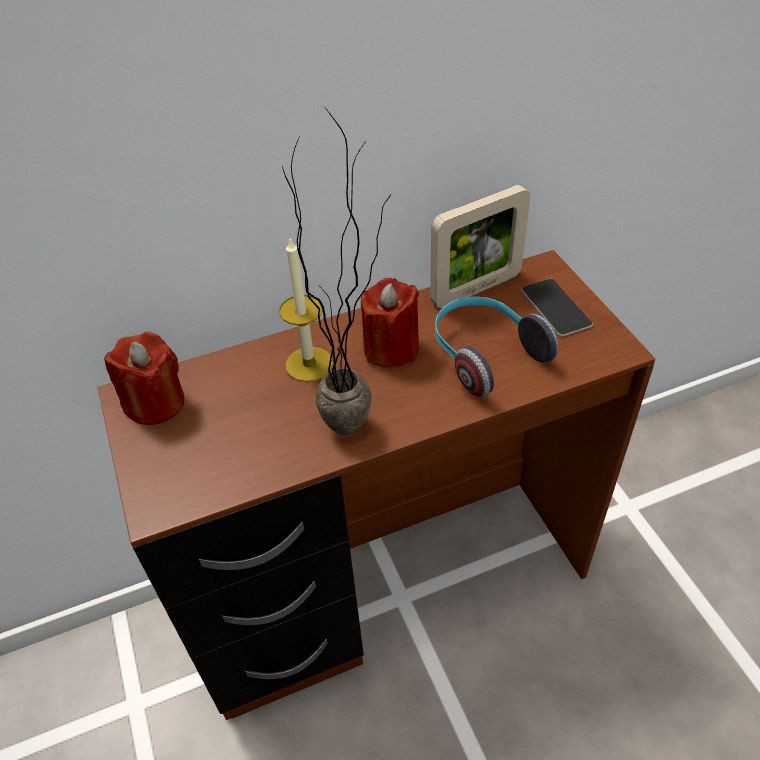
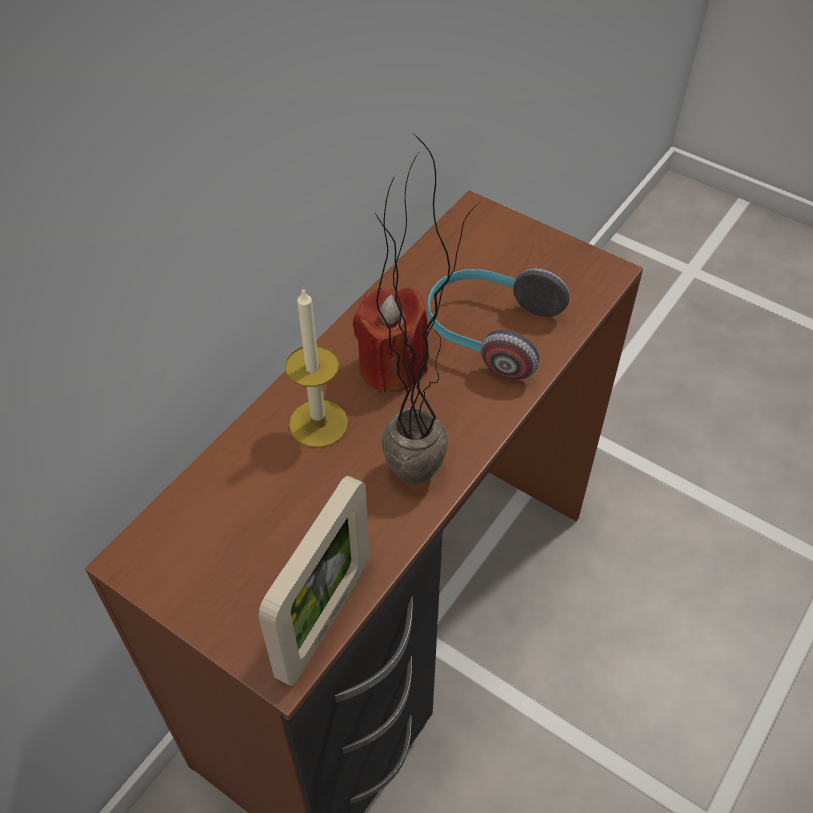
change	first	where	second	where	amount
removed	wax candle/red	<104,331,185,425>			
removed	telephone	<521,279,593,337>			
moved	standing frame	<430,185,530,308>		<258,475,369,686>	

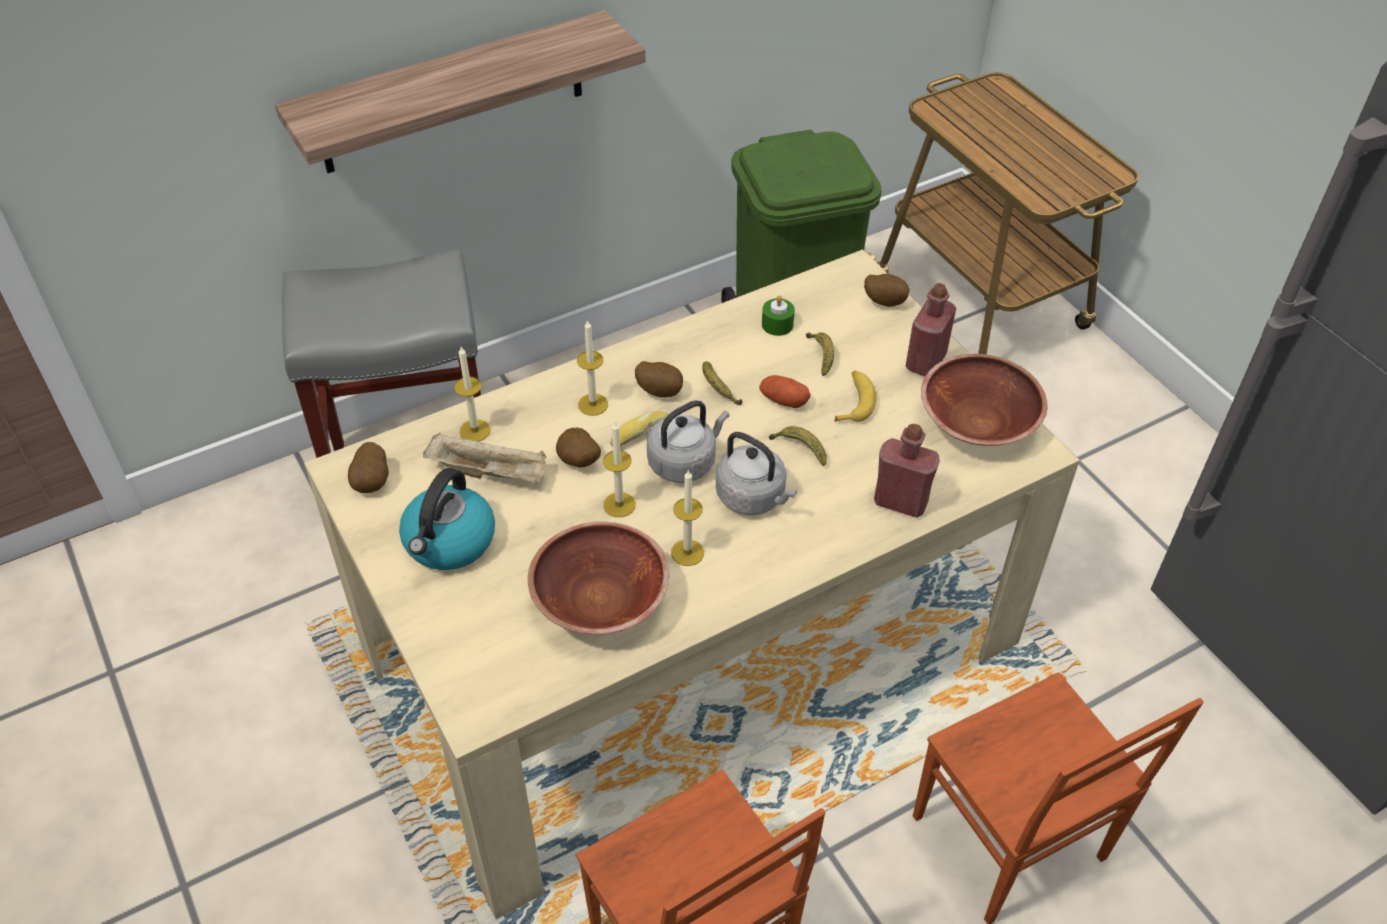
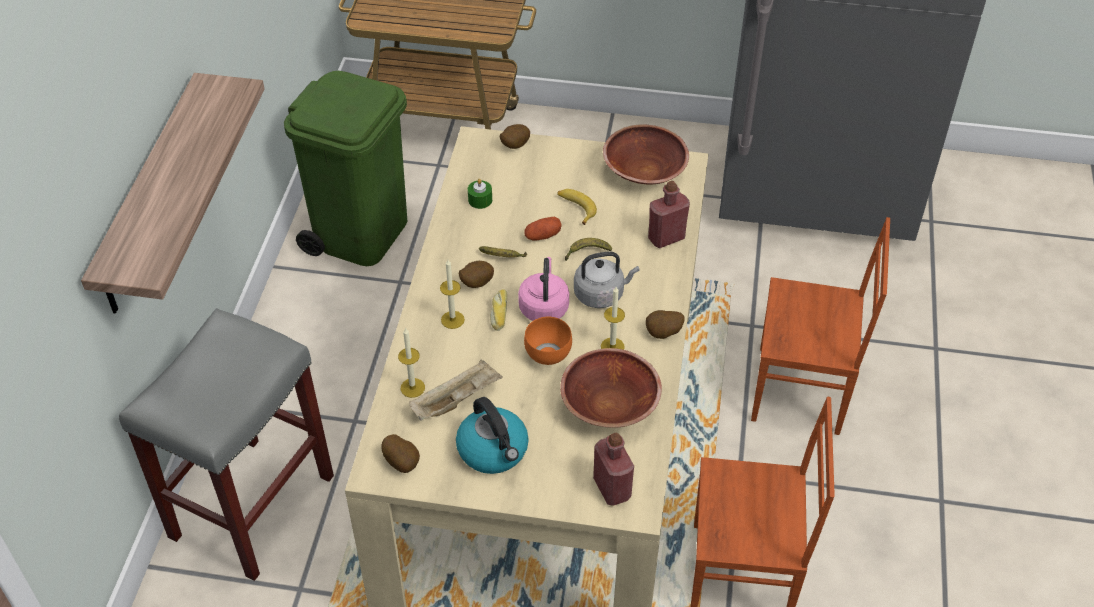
change	first	where	second	where	amount
removed	banana	<806,332,834,376>			
moved	potato	<556,428,601,467>		<646,310,685,339>	
moved	bottle/red	<905,283,956,376>		<593,433,634,505>	
replaced	wax candle	<603,421,636,517>	serving bowl/orange-coloured	<524,317,572,365>	
recoloured	kettle/greyish	<647,400,730,483>	kettle/pink-coloured	<518,257,569,321>	

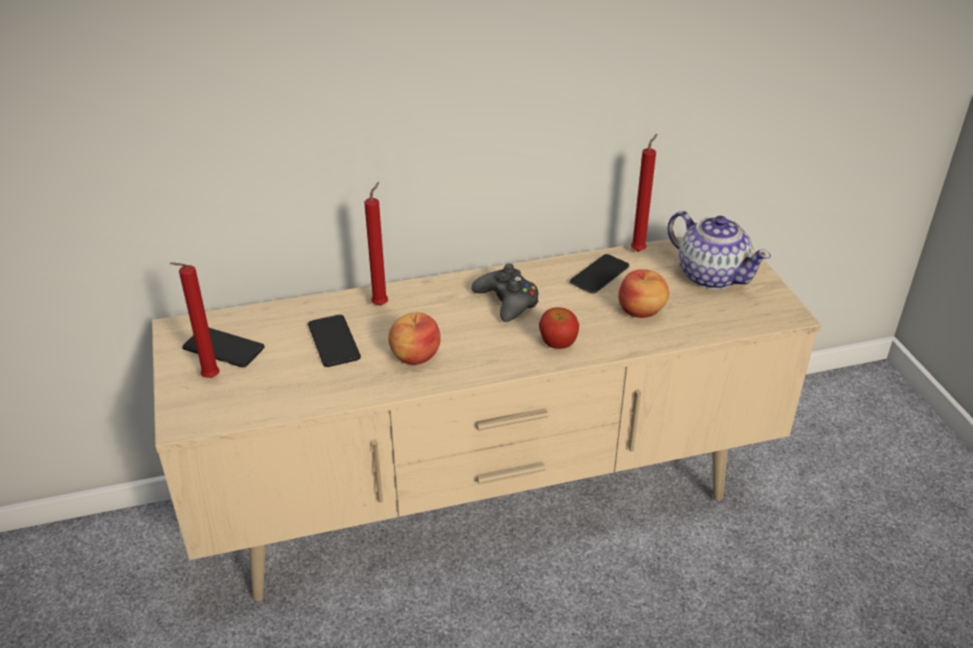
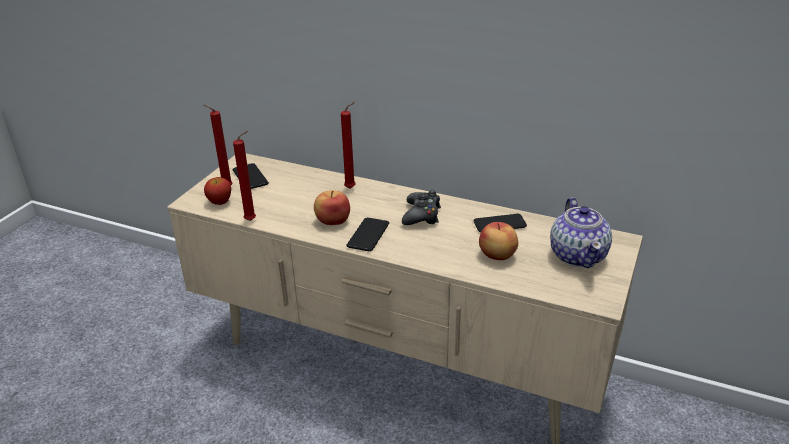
change	first	where	second	where	amount
moved	telephone	<308,315,361,367>		<347,218,389,251>	
moved	apple fruit	<539,307,579,349>		<204,177,231,205>	
moved	wax candle/red	<631,134,658,252>		<233,131,256,221>	

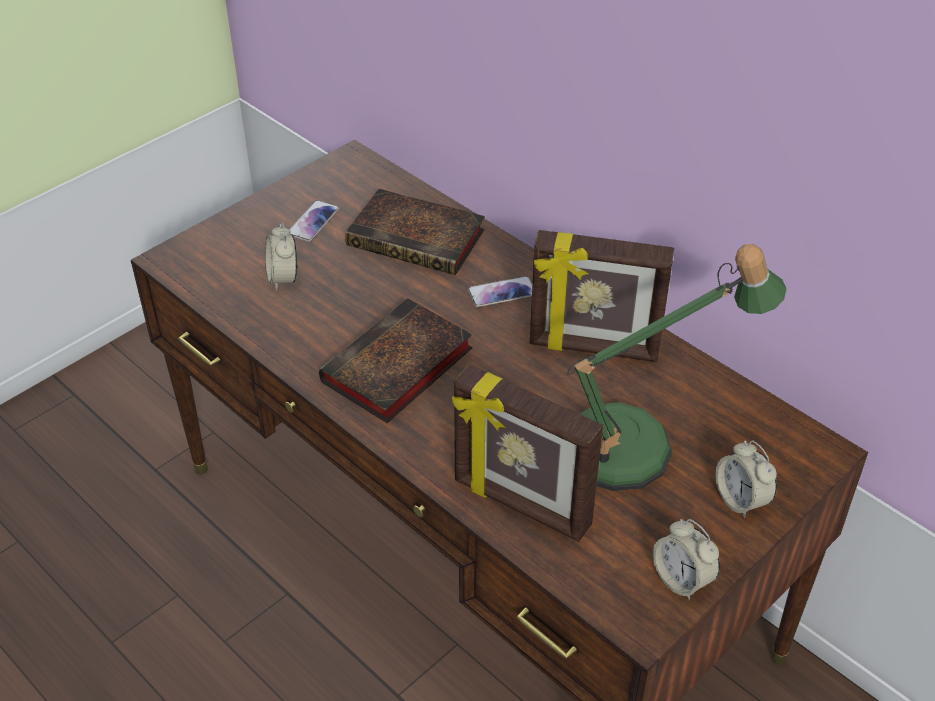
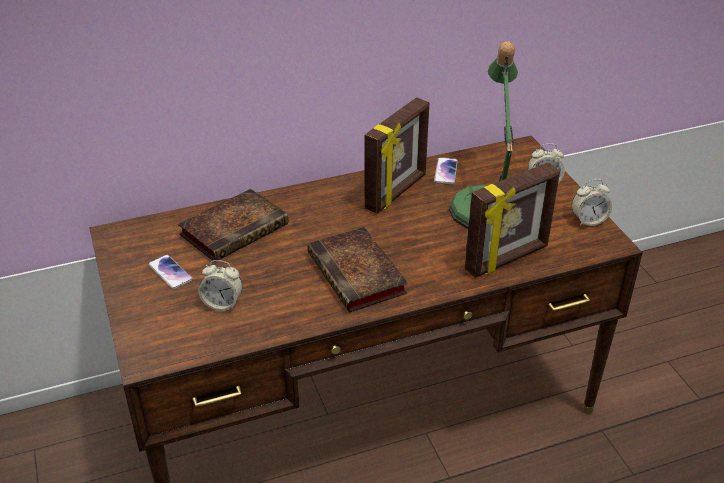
change	first	where	second	where	amount
moved	telephone	<468,276,532,307>		<434,157,458,185>	

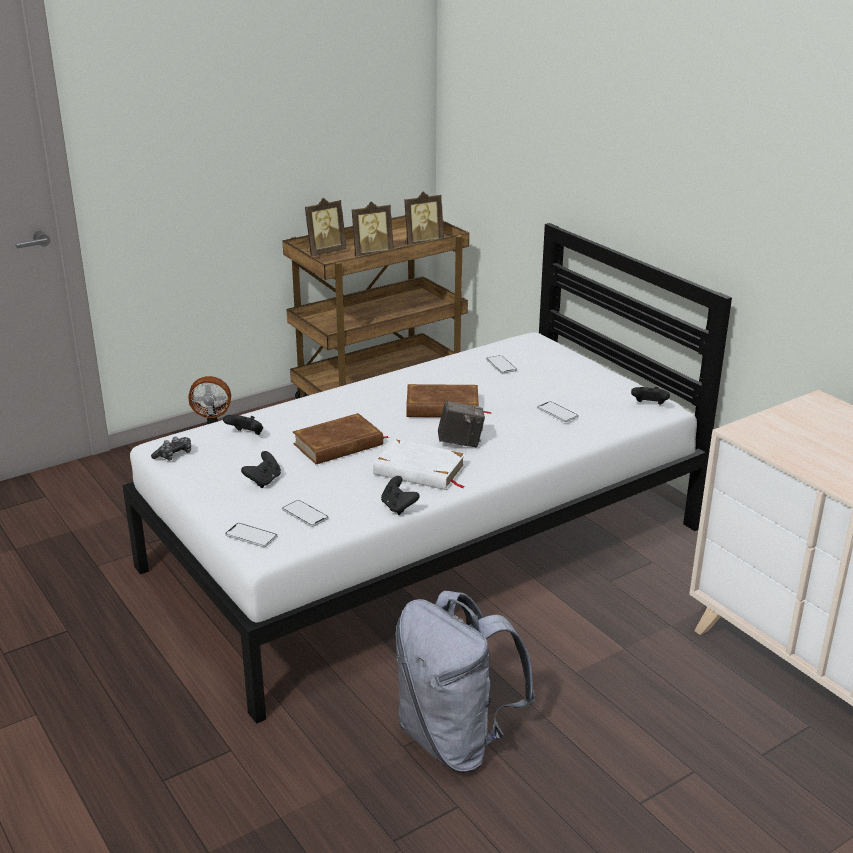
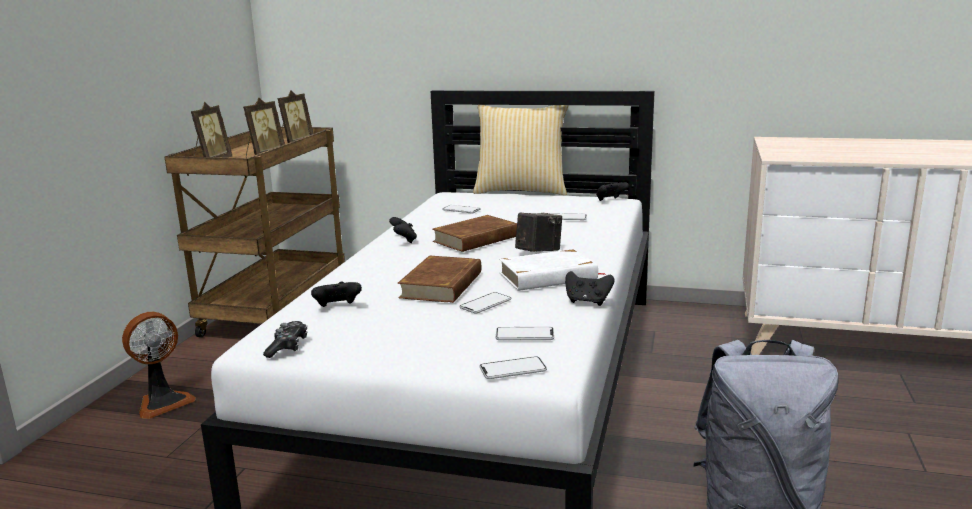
change	first	where	second	where	amount
added			telephone	<459,292,511,313>	
added			throw pillow	<473,105,568,195>	
moved	gamepad/blackish	<241,451,281,488>		<389,217,417,243>	

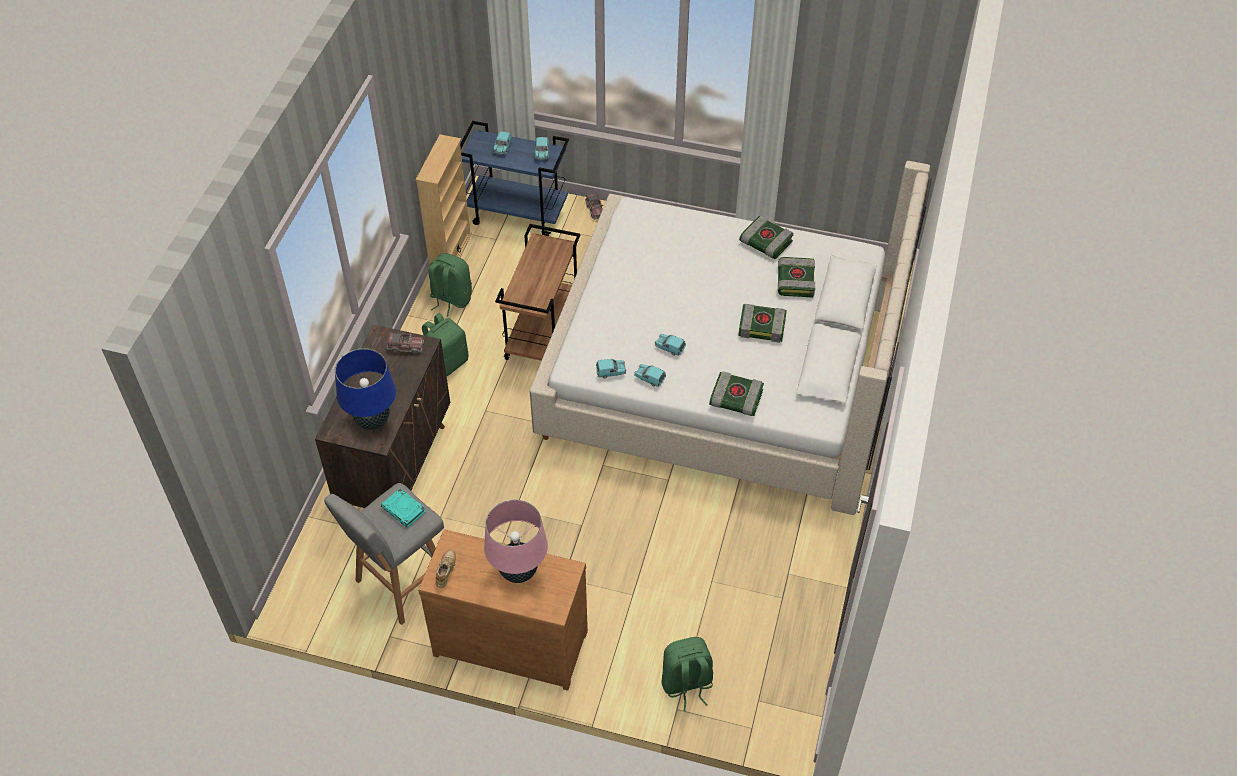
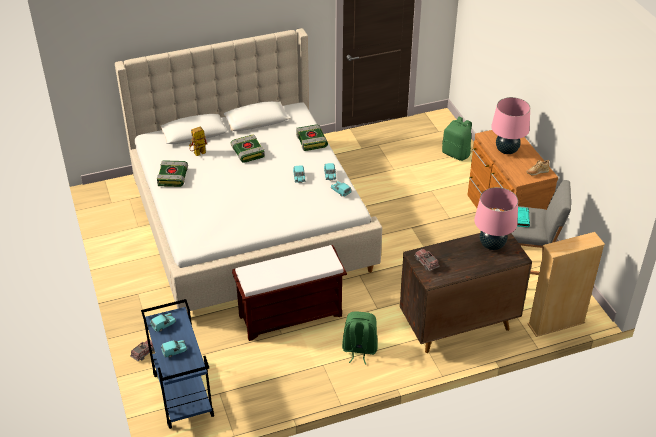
change	first	where	second	where	amount
removed	knapsack/greenish	<428,253,472,317>			
moved	bookcase/sand-coloured	<416,134,472,266>		<527,232,605,337>	
replaced	cart/brown	<495,224,580,361>	indoor bench/brown	<232,245,347,341>	
replaced	book	<778,257,815,297>	toy robot	<189,127,207,156>	
recoloured	table lamp/blue	<335,348,396,430>	table lamp/pink-coloured	<474,187,518,250>	

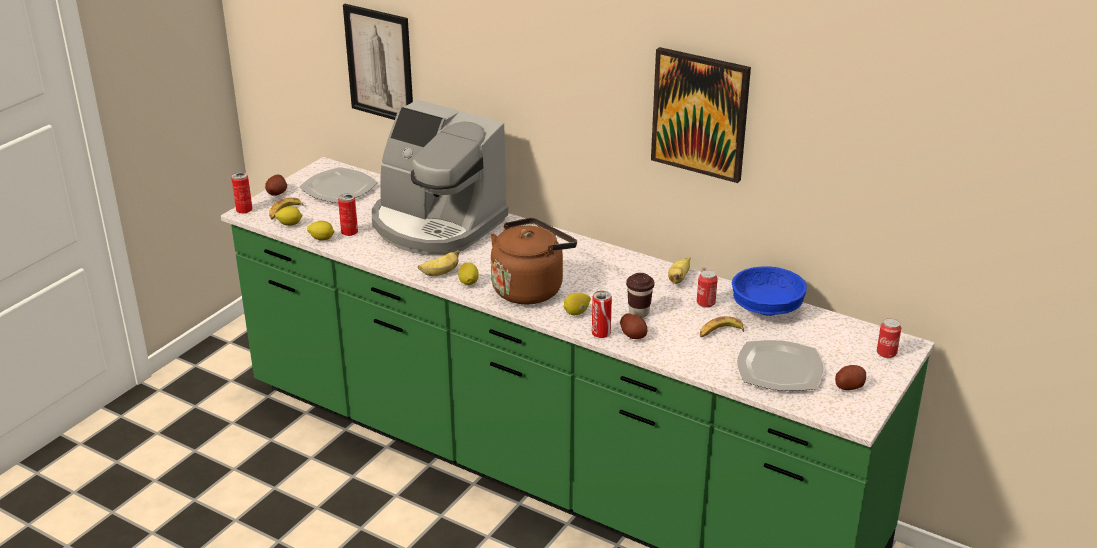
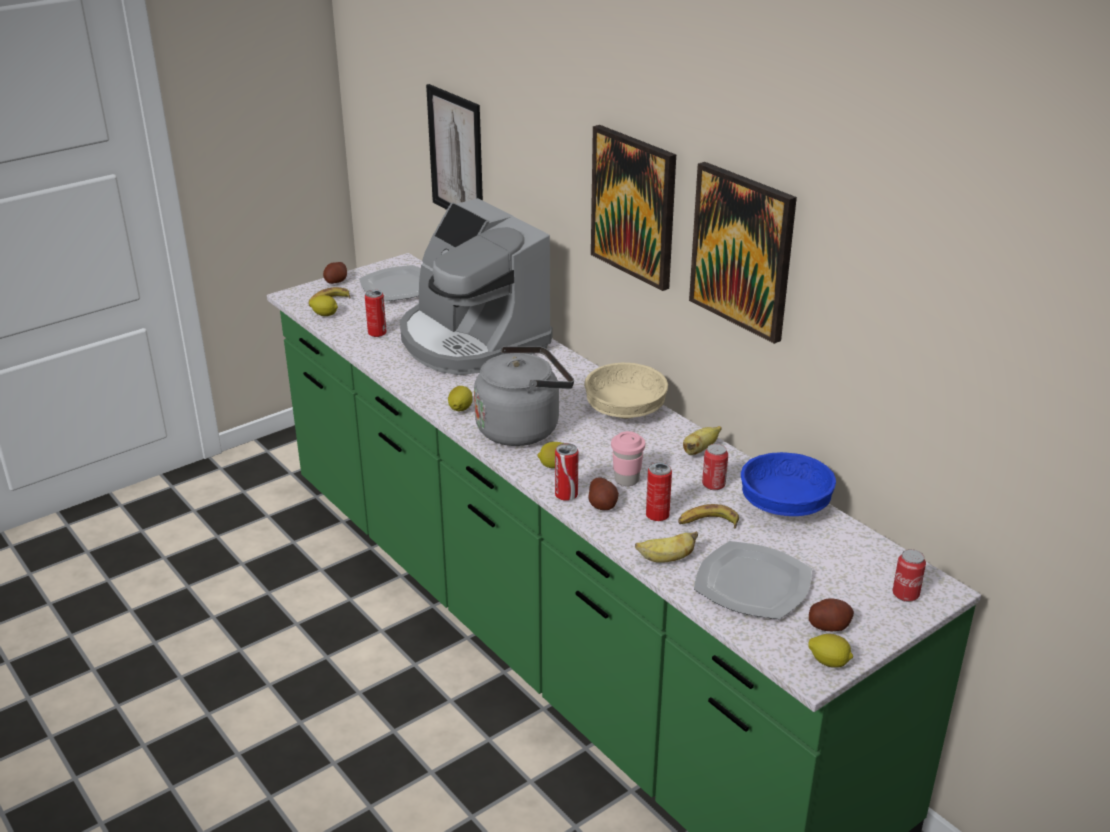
change	first	where	second	where	amount
added			serving bowl/sand-coloured	<584,363,668,419>	
added			wall art	<591,125,676,291>	
moved	metal can	<231,172,253,214>		<646,462,672,521>	
moved	whole lemon	<307,221,335,241>		<808,634,853,668>	
moved	banana	<418,250,459,276>		<635,531,698,563>	
recoloured	kettle/brown	<491,218,577,305>	kettle/greyish	<474,346,574,446>	
recoloured	cup/brown	<626,273,654,318>	cup/pink-coloured	<611,431,645,486>	

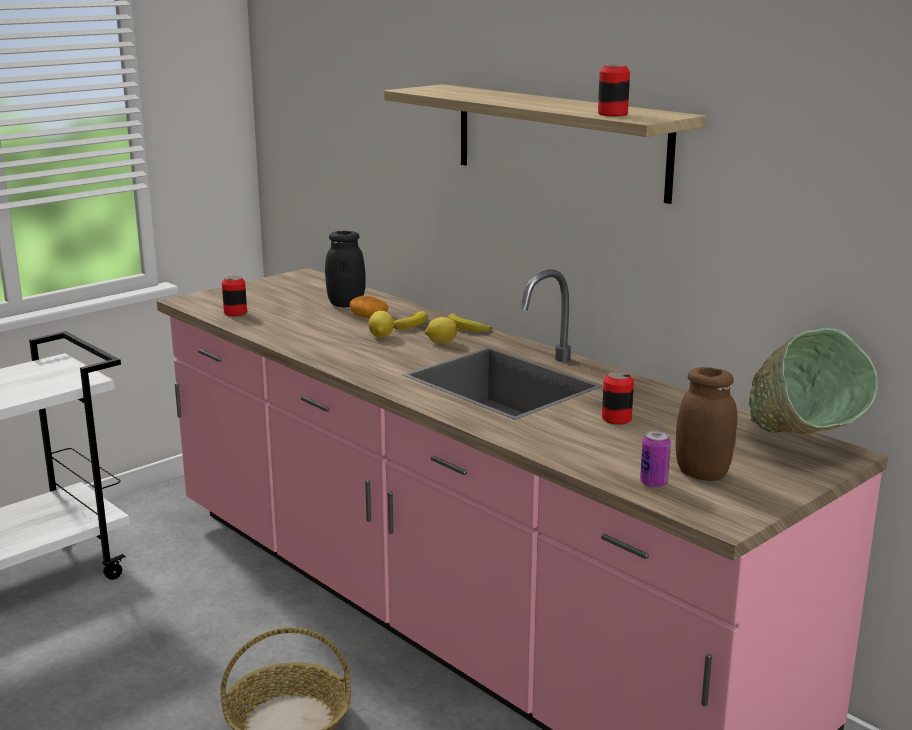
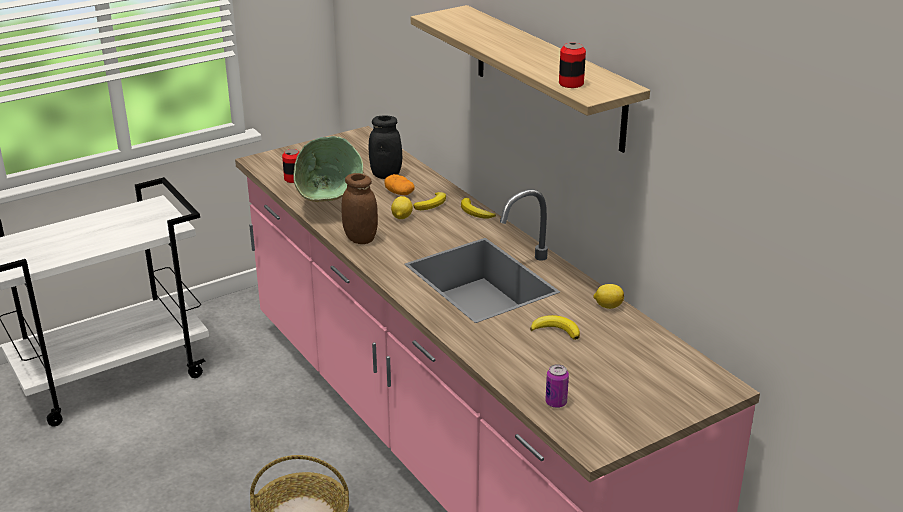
change	first	where	second	where	amount
moved	whole lemon	<425,317,457,344>		<593,284,624,309>	
moved	storage jar/brown	<676,367,737,481>		<341,173,378,244>	
moved	serving bowl/greenish	<749,328,878,434>		<293,136,363,202>	
replaced	metal can	<602,371,634,425>	banana	<530,315,580,340>	

